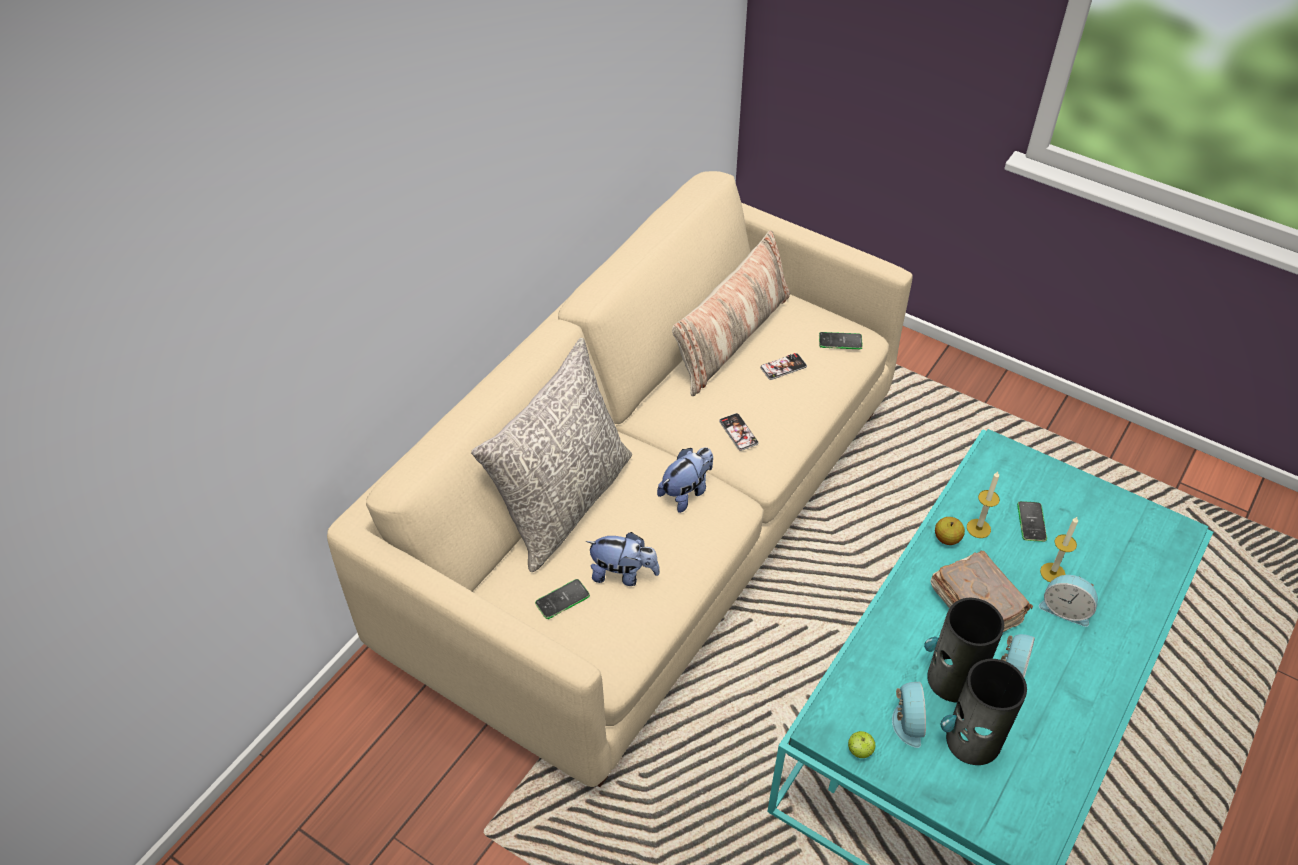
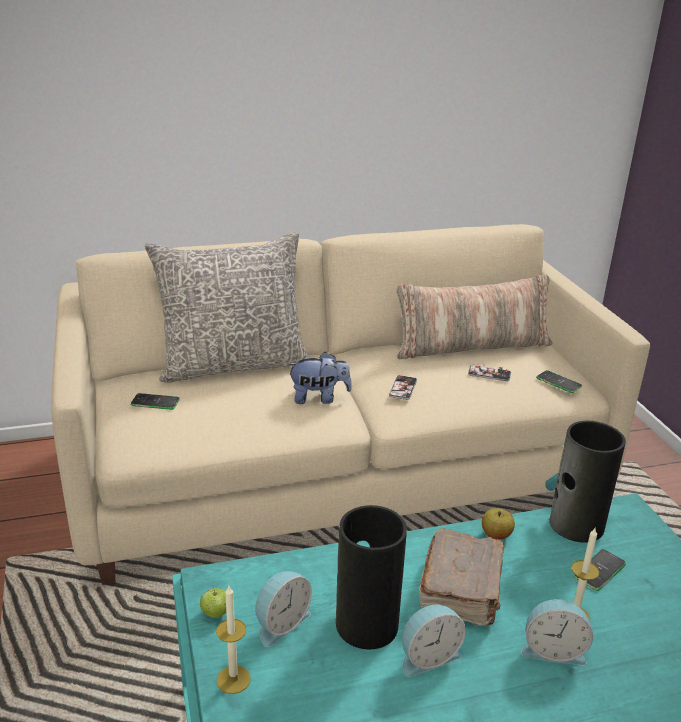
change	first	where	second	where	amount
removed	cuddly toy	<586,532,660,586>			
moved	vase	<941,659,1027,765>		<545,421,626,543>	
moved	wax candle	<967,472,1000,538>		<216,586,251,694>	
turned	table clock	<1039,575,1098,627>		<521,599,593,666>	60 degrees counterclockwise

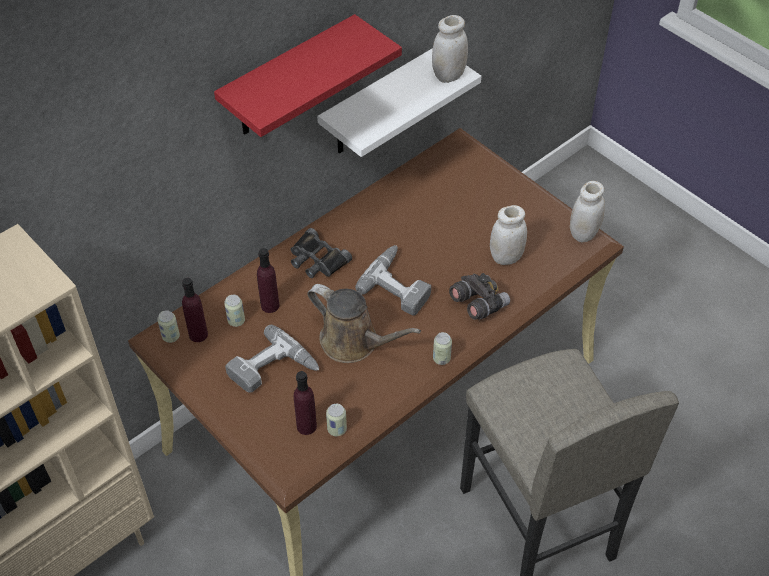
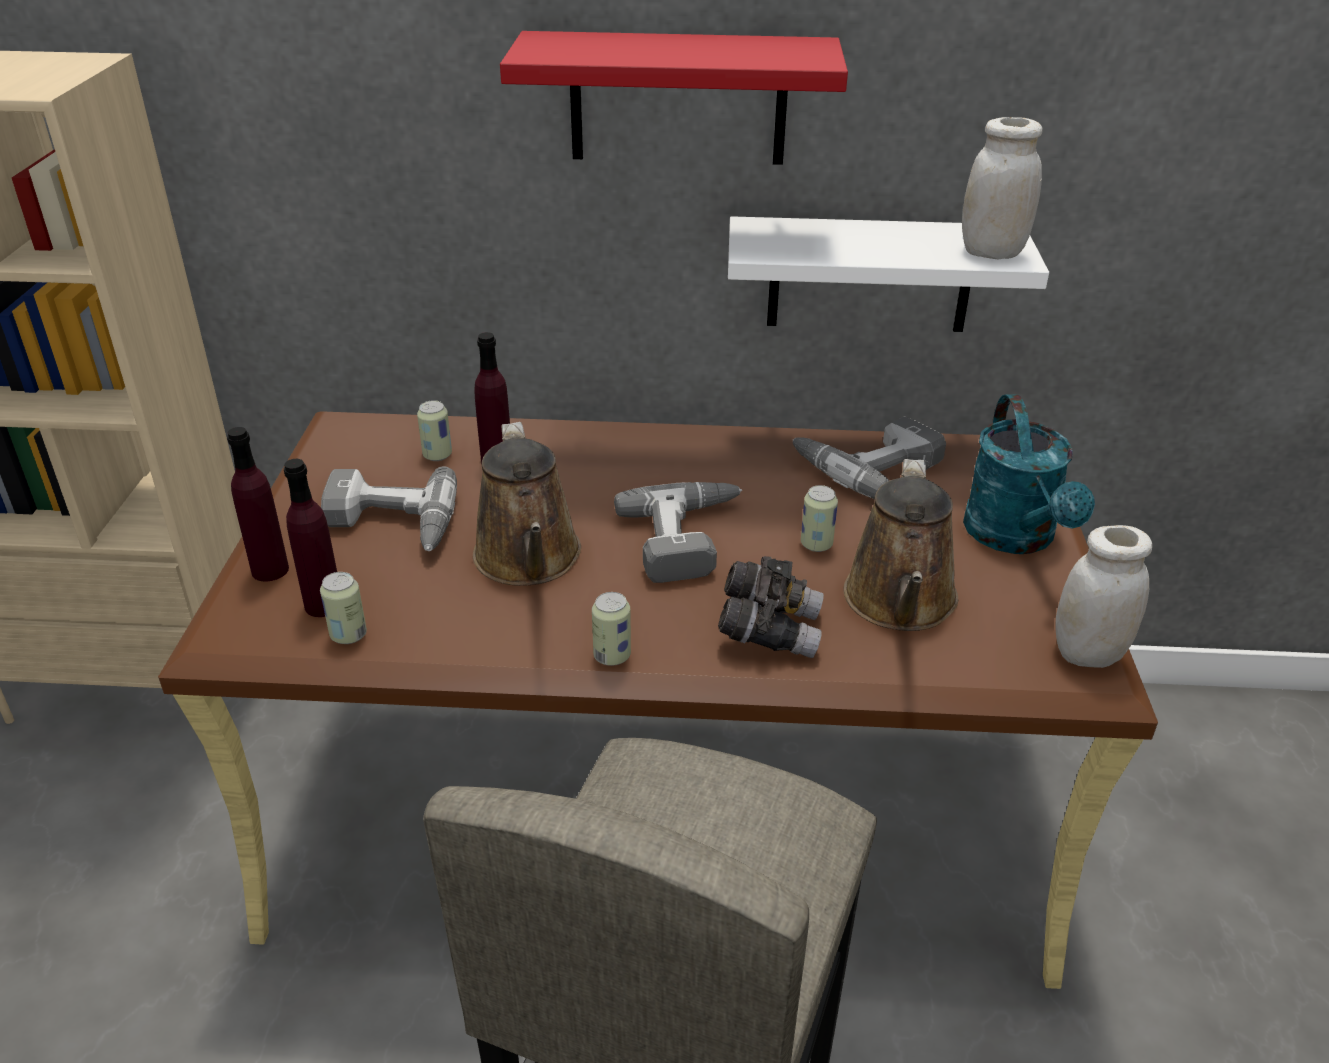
change	first	where	second	where	amount
removed	pair of binoculars/blackish	<290,228,352,278>			
added			power drill	<793,417,946,499>	
added			watering pot/turquoise-coloured	<963,394,1095,554>	
moved	metal can	<157,310,180,343>		<801,485,838,552>	
moved	bottle/purple-coloured	<182,278,208,342>		<227,427,289,581>	
replaced	storage jar/white-coloured	<490,205,527,265>	watering pot/brown	<843,459,958,631>	

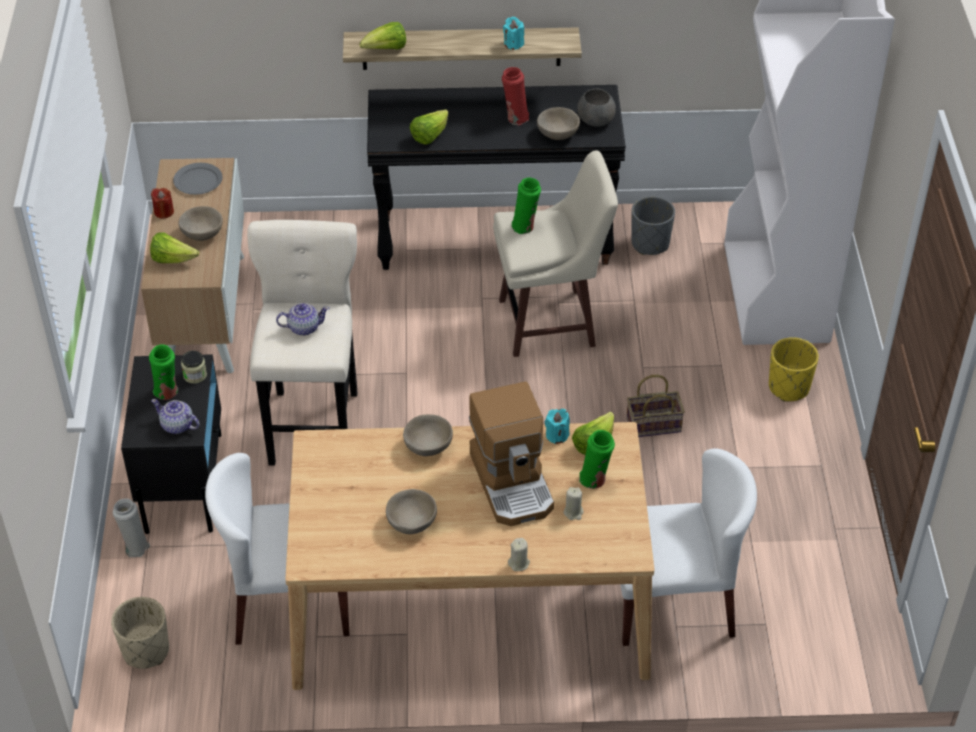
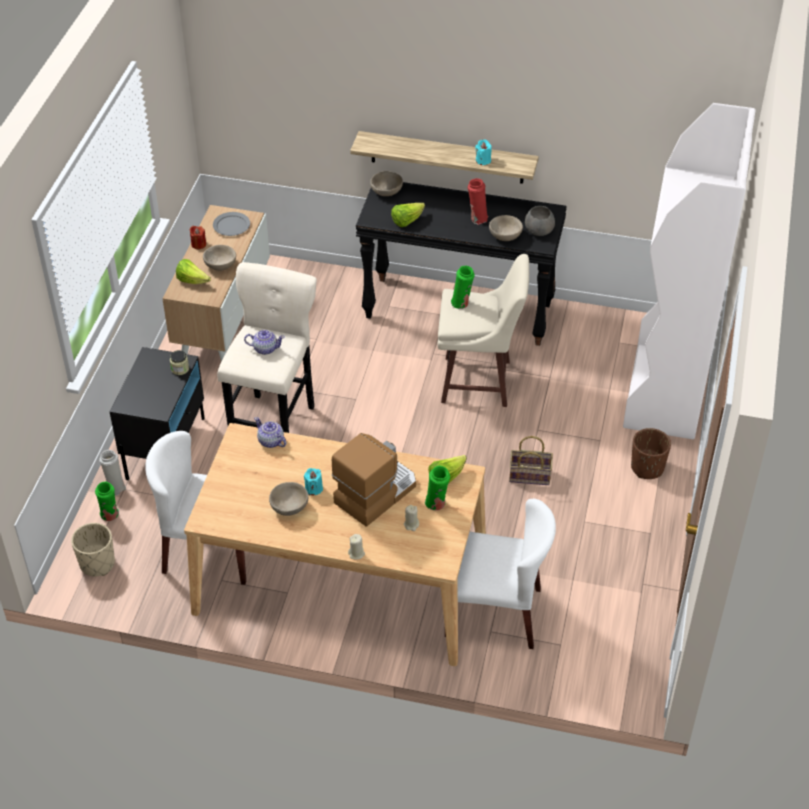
change	first	where	second	where	amount
removed	lettuce head	<360,22,406,49>			
removed	plant pot/greyish	<631,196,675,255>			
moved	vase/greenish	<149,344,178,400>		<95,481,119,521>	
moved	teapot	<151,399,200,434>		<254,417,286,448>	
moved	serving bowl/sand-coloured	<403,414,453,456>		<370,171,403,196>	
moved	wax candle/turquoise-coloured	<545,409,570,444>		<304,468,323,495>	
recoloured	plant pot/yellow	<769,337,819,402>	plant pot/brown	<631,428,671,479>	
turned	coffee maker	<469,382,554,526>		<332,433,416,526>	135 degrees counterclockwise

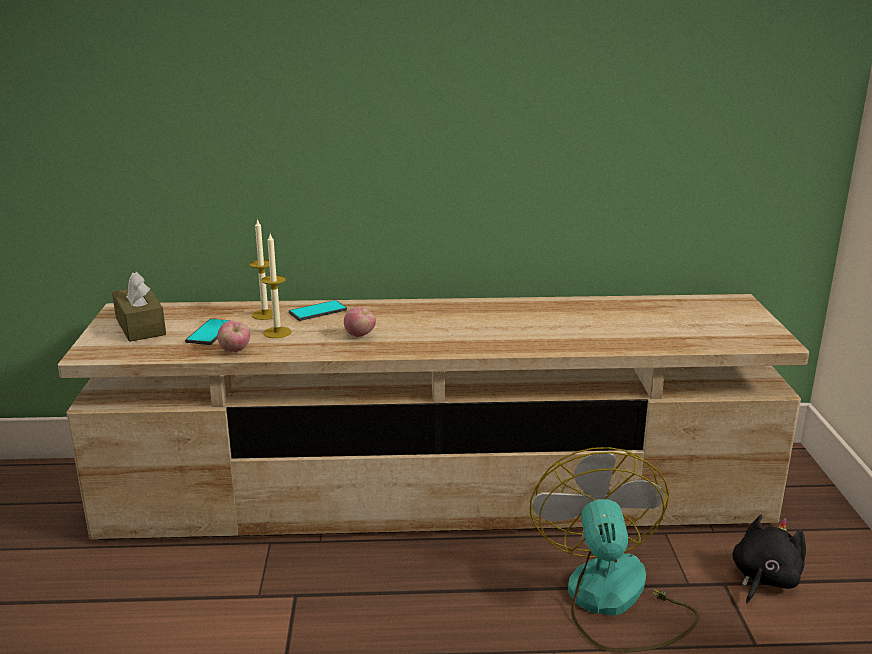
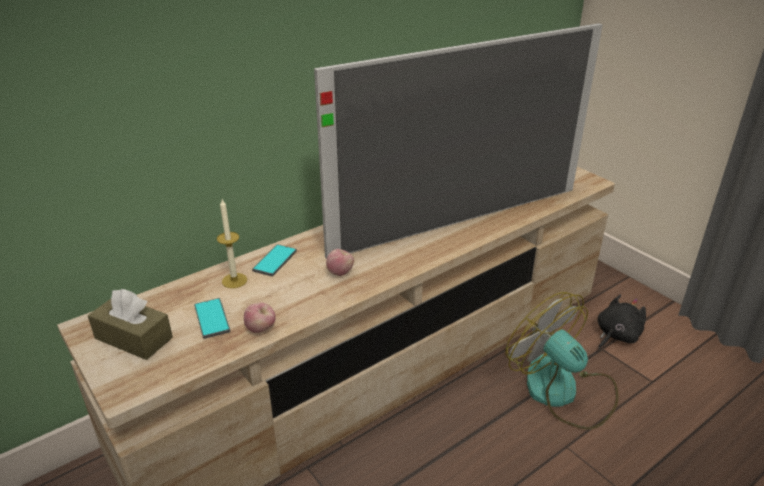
change	first	where	second	where	amount
removed	wax candle	<261,234,292,338>			
added			TV	<314,23,603,259>	
turned	cuddly toy/blackish	<733,515,806,604>		<598,294,646,349>	45 degrees clockwise

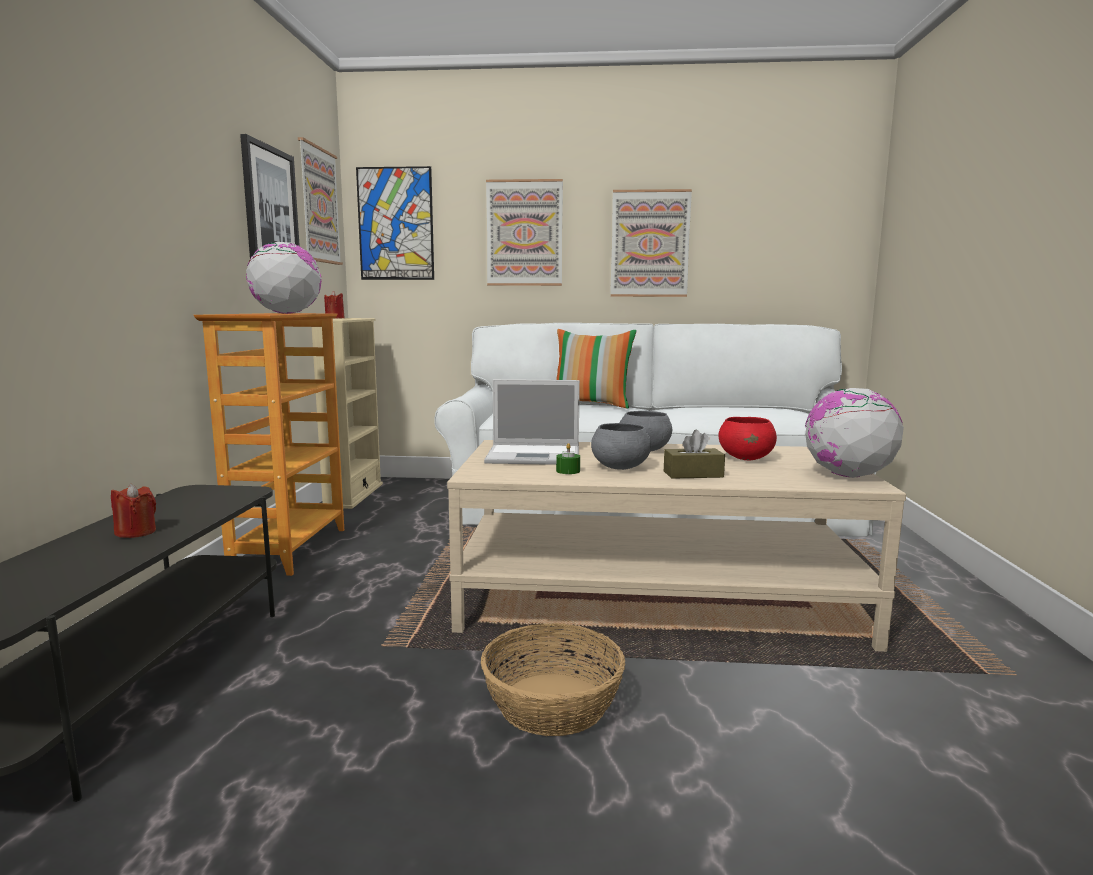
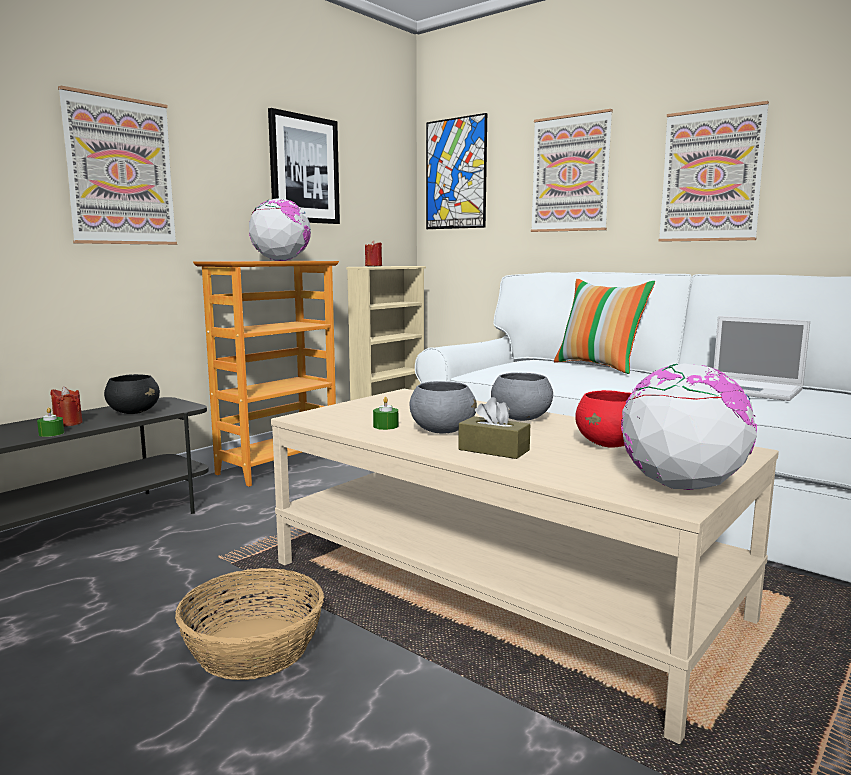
change	first	where	second	where	amount
added			wax candle/greenish	<37,407,64,437>	
added			serving bowl/blackish	<104,374,160,414>	
moved	wall art	<298,137,343,265>		<58,86,177,245>	
moved	portable computer	<484,379,580,465>		<714,316,810,401>	

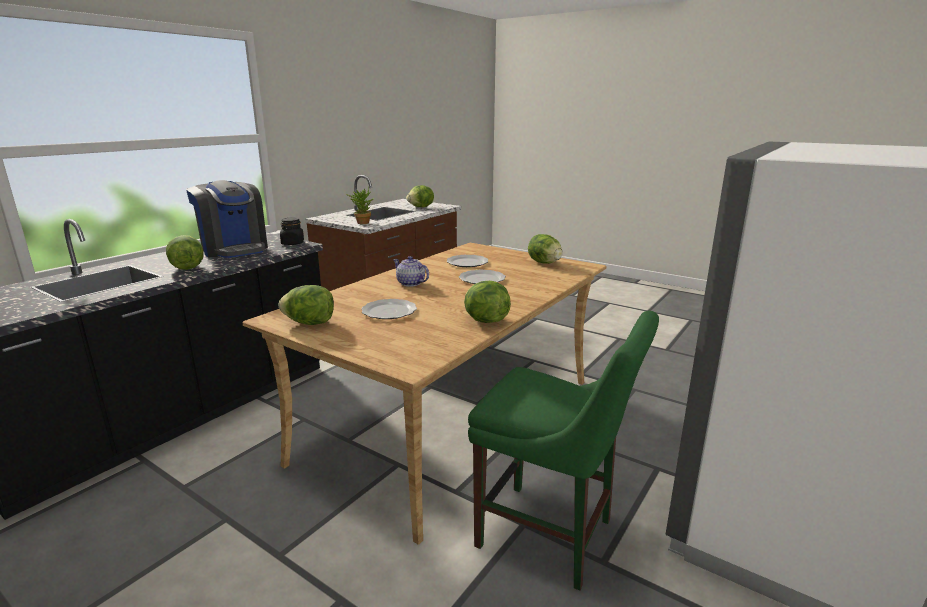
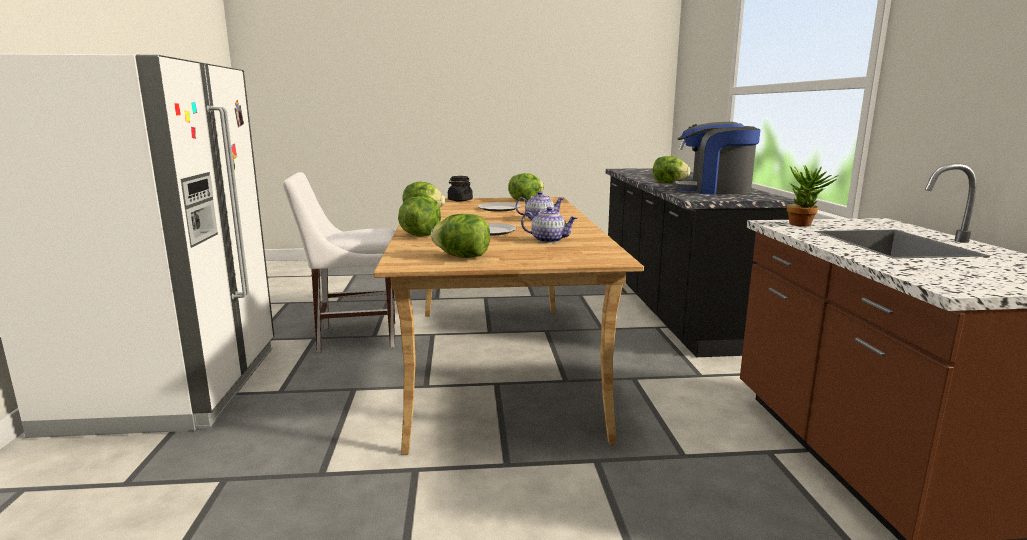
change	first	where	second	where	amount
moved	storage jar/blackish	<280,218,304,245>		<448,176,473,201>	
moved	lettuce head	<406,185,434,207>		<398,196,441,237>	
replaced	plate	<447,255,489,267>	teapot	<521,207,578,243>	
recoloured	upright chair/greenish	<468,311,659,591>	upright chair/white-coloured	<283,172,395,353>	

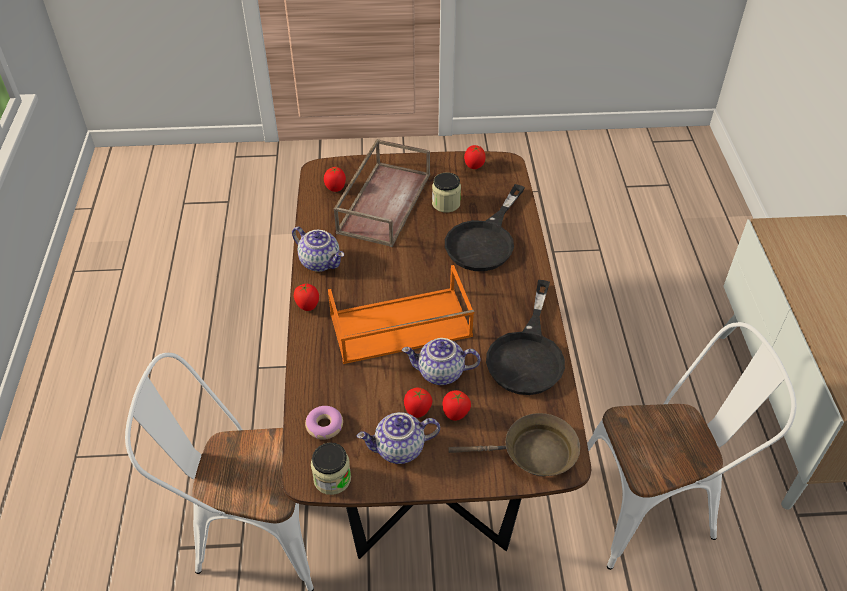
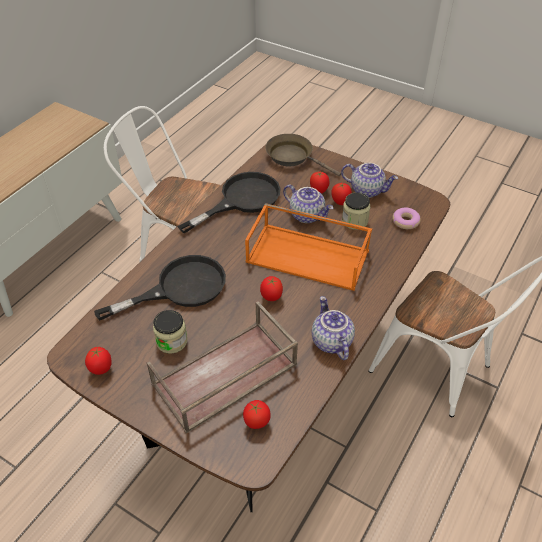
change	first	where	second	where	amount
moved	whole tomato	<294,283,319,311>		<260,276,283,301>	
moved	storage jar	<311,442,351,495>		<342,192,370,230>	

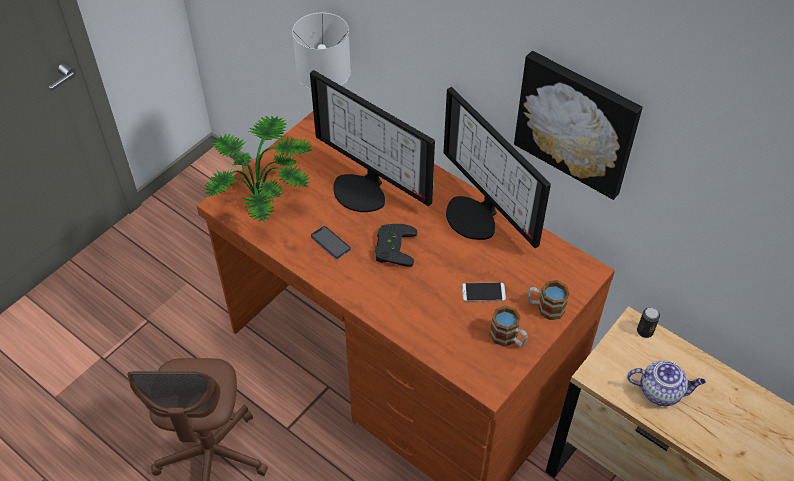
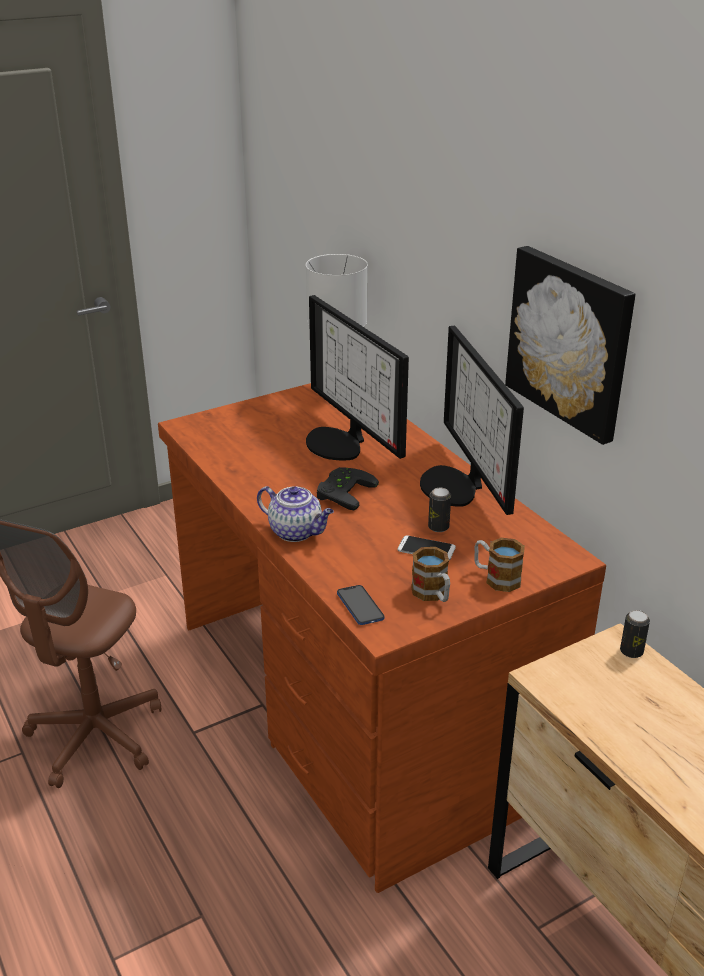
change	first	where	second	where	amount
removed	potted plant	<203,115,313,222>			
added			metal can	<428,488,451,532>	
moved	telephone	<311,226,351,259>		<337,585,385,625>	
moved	teapot	<627,361,706,406>		<257,486,334,542>	

